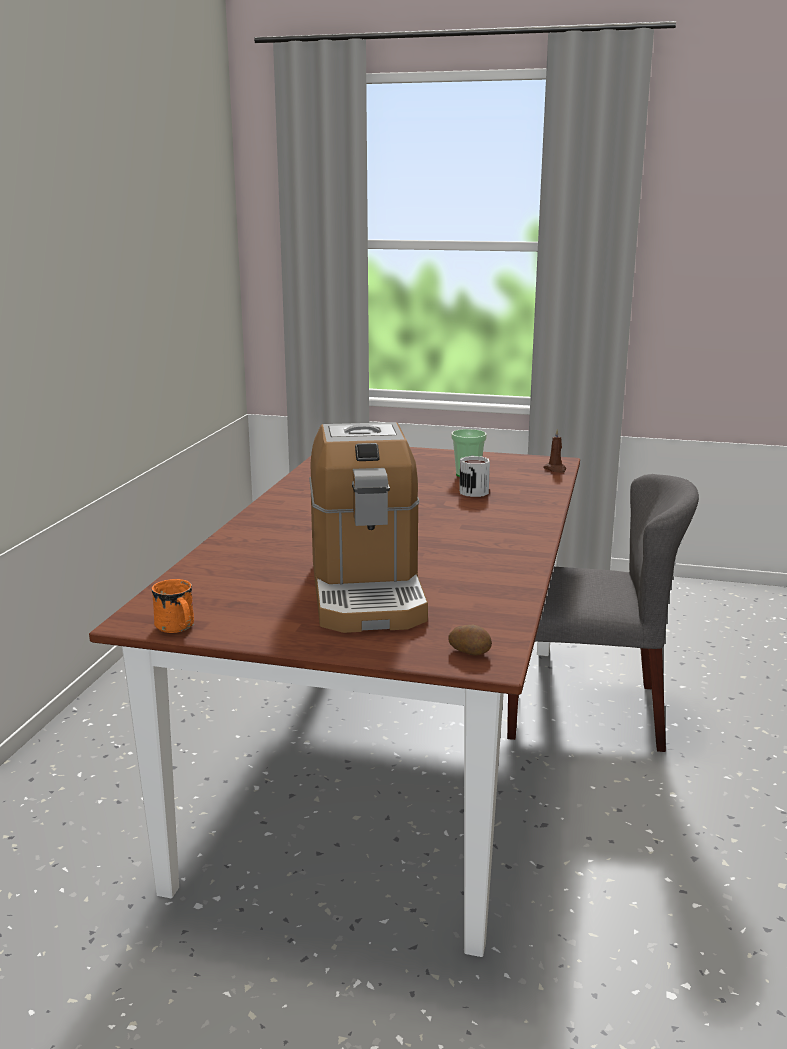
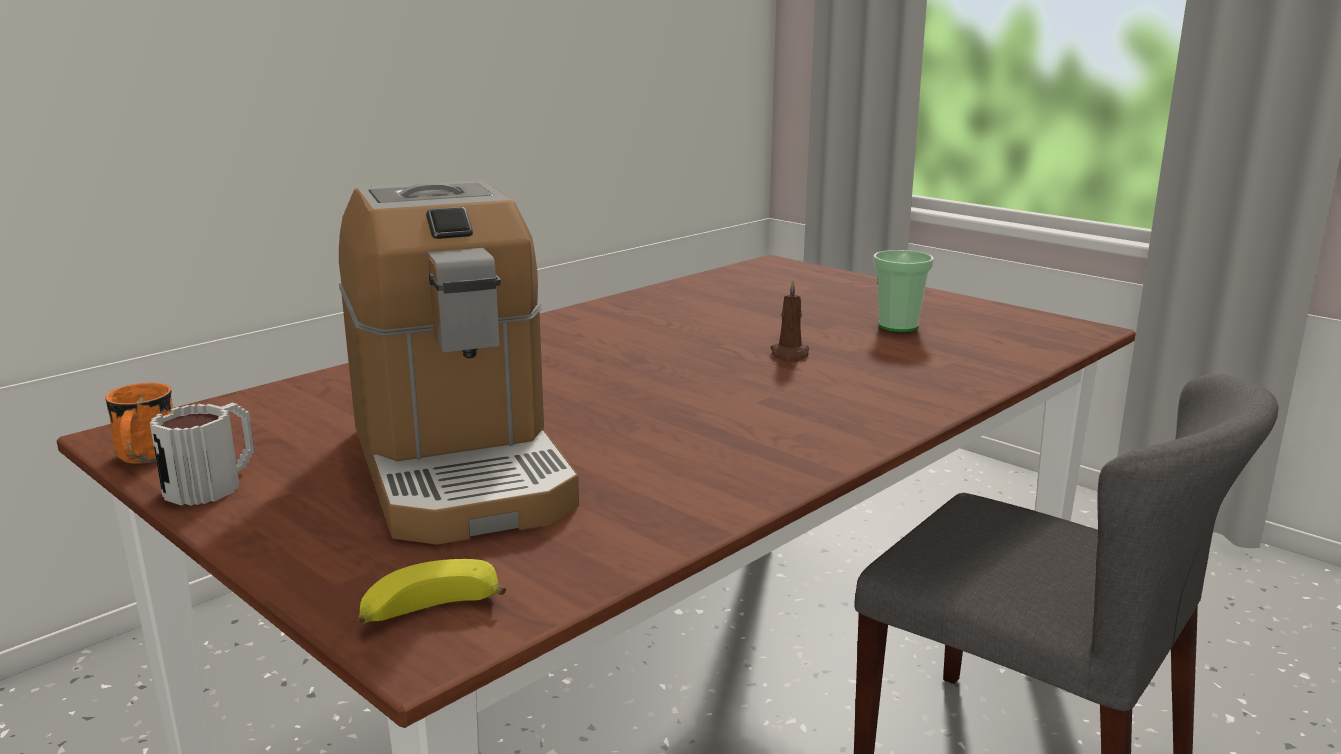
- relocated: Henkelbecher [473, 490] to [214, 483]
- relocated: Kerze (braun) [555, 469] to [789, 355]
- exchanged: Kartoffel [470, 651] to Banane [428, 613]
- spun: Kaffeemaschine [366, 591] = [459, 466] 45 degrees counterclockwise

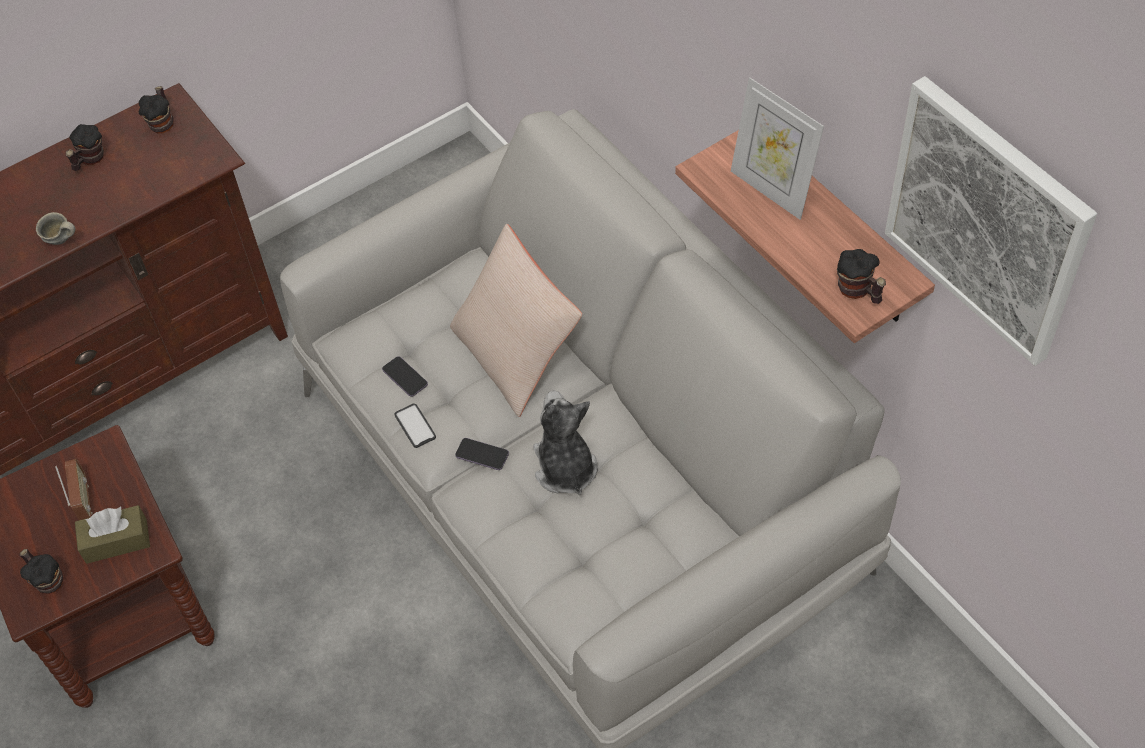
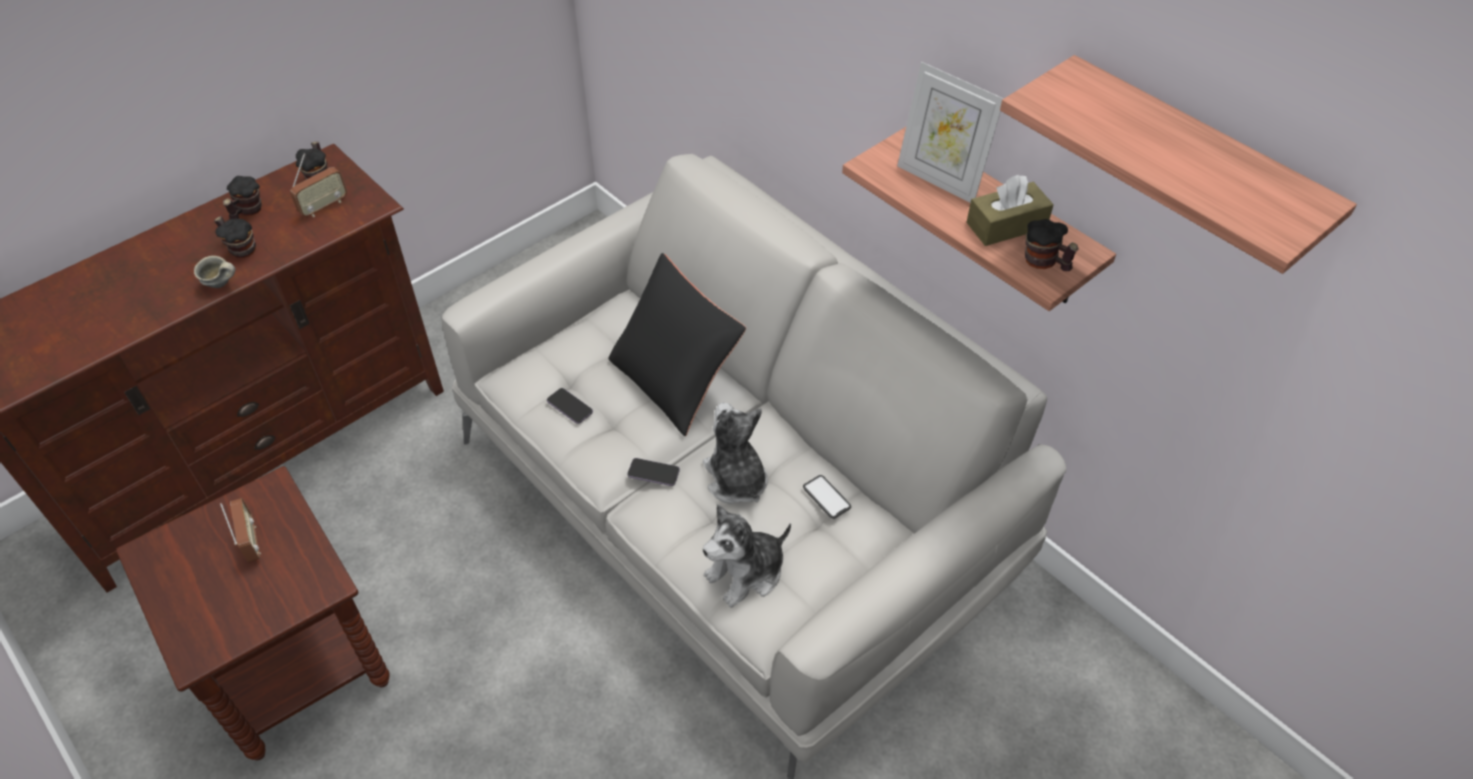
- appeared: Radio [324, 207]
- appeared: Plüschtier [746, 573]
- relocated: Henkelbecher [47, 580] to [240, 249]
- relocated: Taschentuchbox (braun) [116, 541] to [1006, 225]
- relocated: Handy [415, 426] to [826, 497]
- exchanged: Bild [987, 220] to Wandregal [1189, 167]
- colour: Kissen (beige) [517, 353] to Kissen (schwarz) [676, 379]

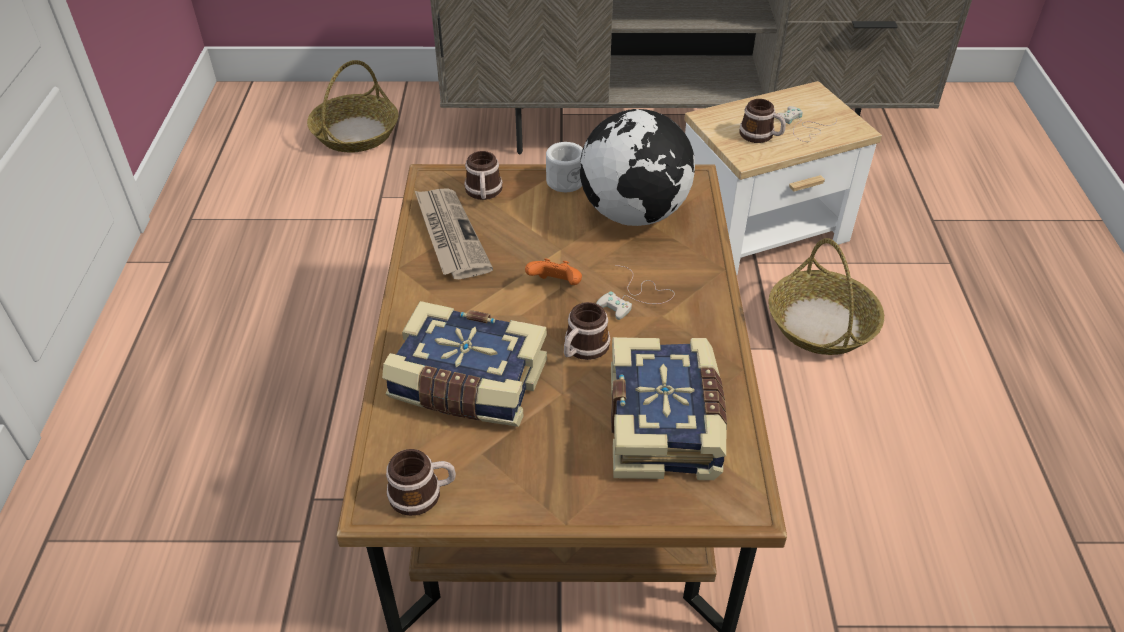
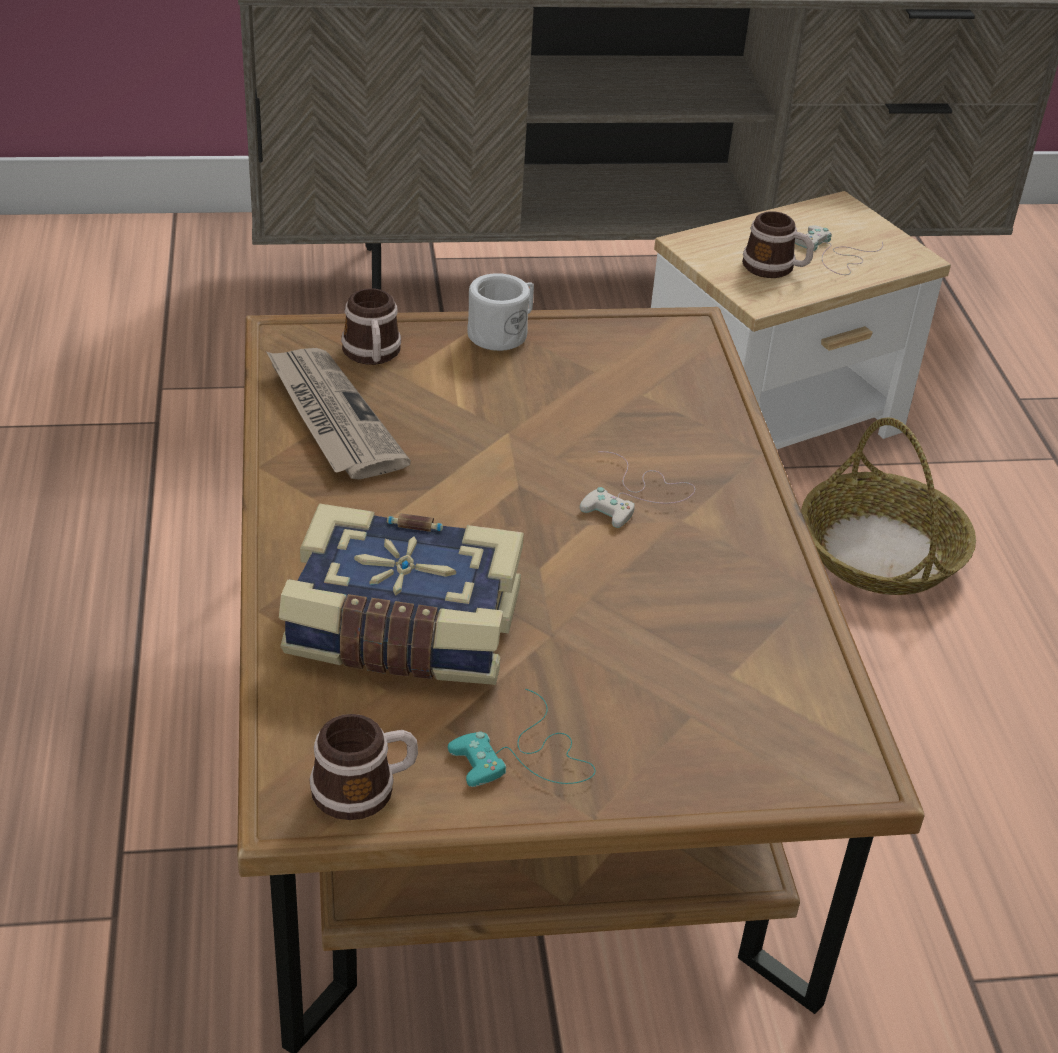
- missing: Korb [356, 133]
- missing: Gamepad (orange) [556, 285]
- missing: Henkelbecher [583, 349]
- missing: Globus [634, 214]
- missing: Buch [666, 424]
- appeared: Gamepad (türkis) [526, 757]

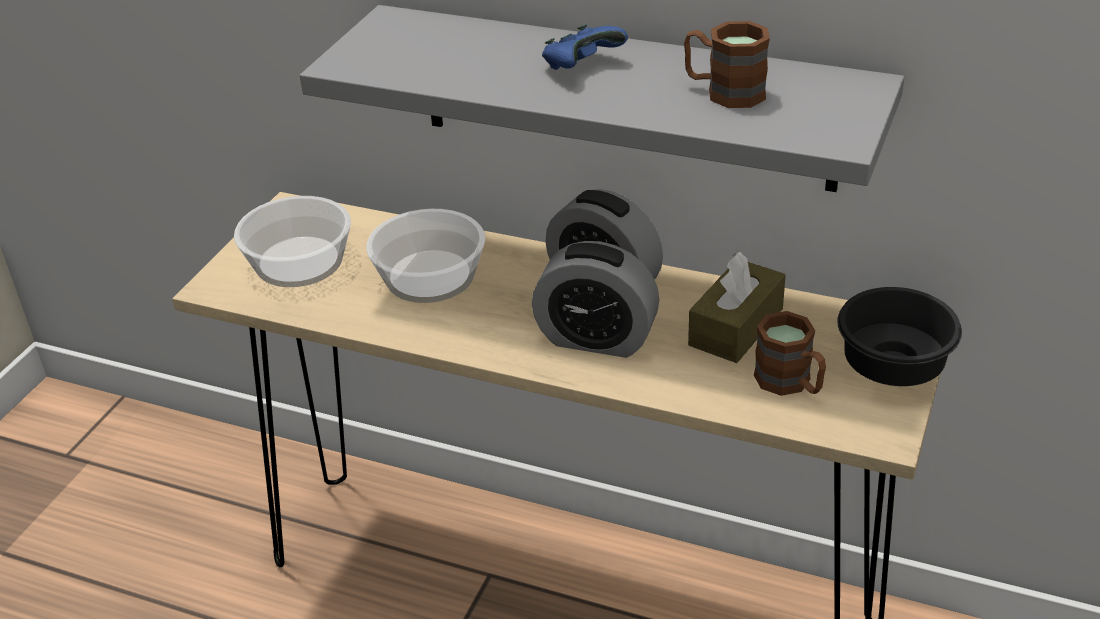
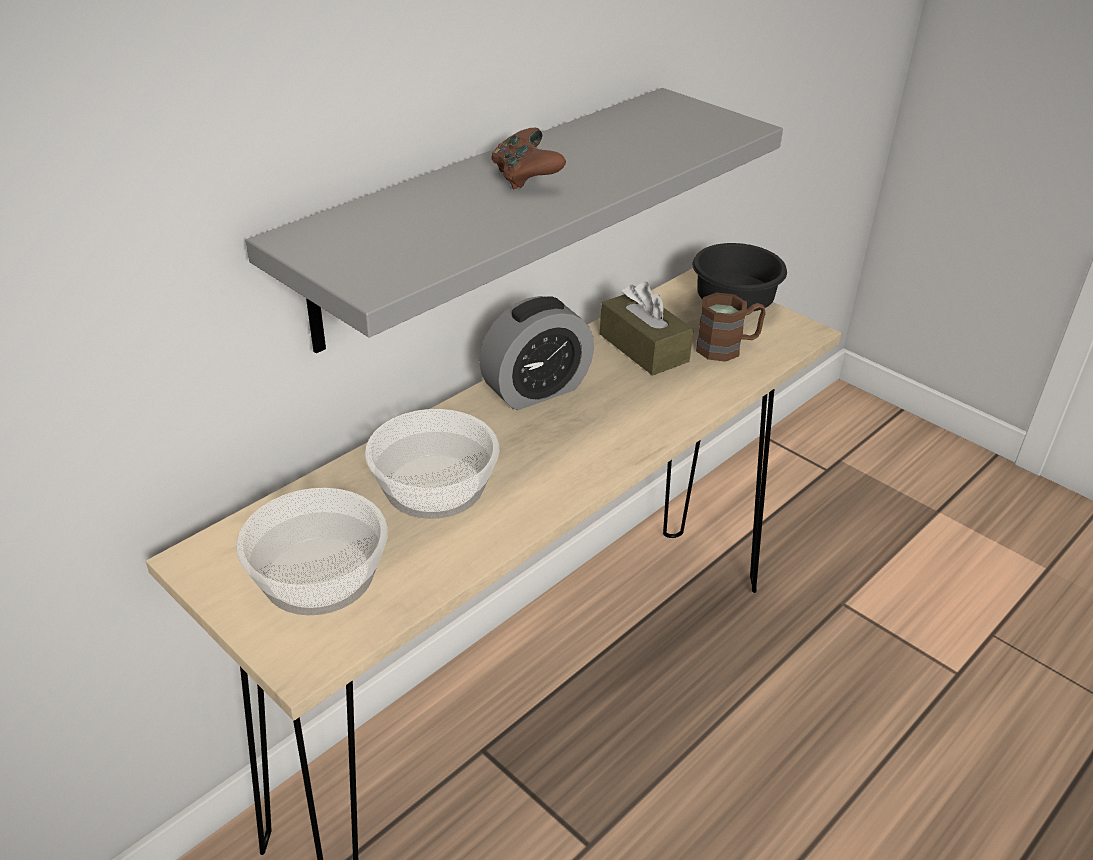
- missing: Wecker [596, 339]
- missing: Henkelbecher (braun) [724, 92]
- colour: Gamepad (blau) [582, 66] to Gamepad (braun) [525, 177]

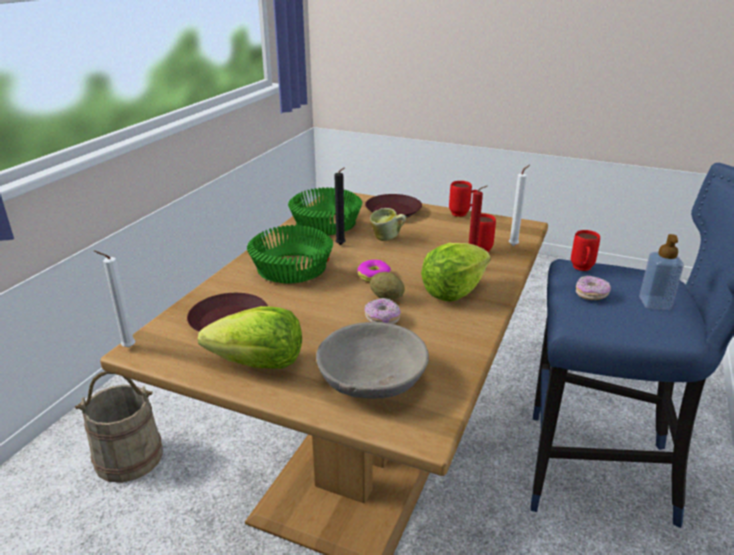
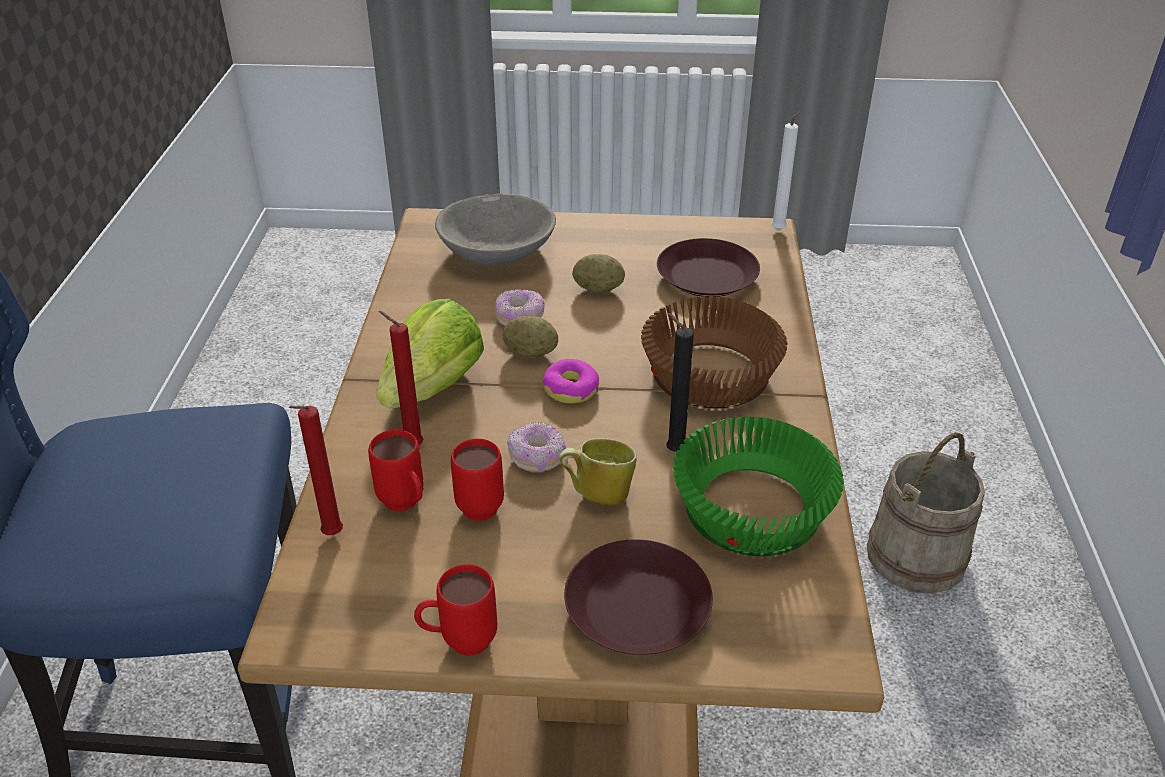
- missing: Salatkopf [258, 364]
- missing: Seifenspender [654, 303]
- appeared: Kartoffel [598, 289]
- relocated: Henkelbecher (rot) [582, 269] to [479, 501]
- relocated: Donut [591, 295] to [537, 458]
- colour: Schüssel (grün) [293, 269] to Schüssel (braun) [707, 374]
- colour: Kerze (weiß) [514, 245] to Kerze (rot) [330, 536]

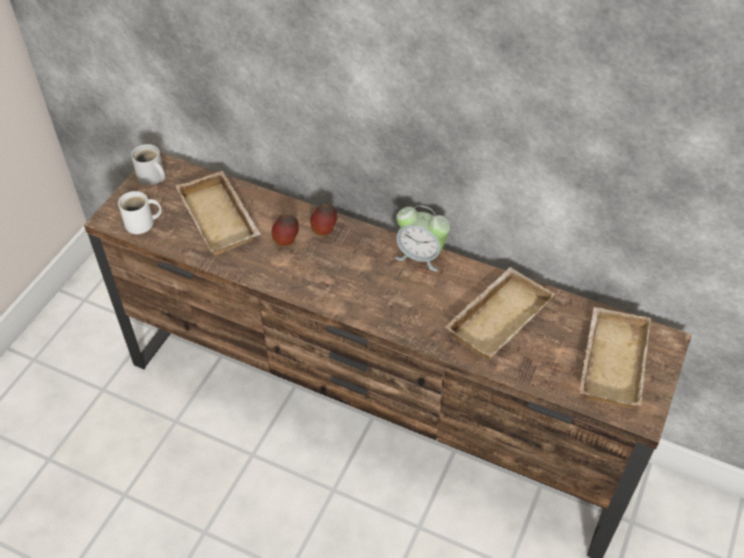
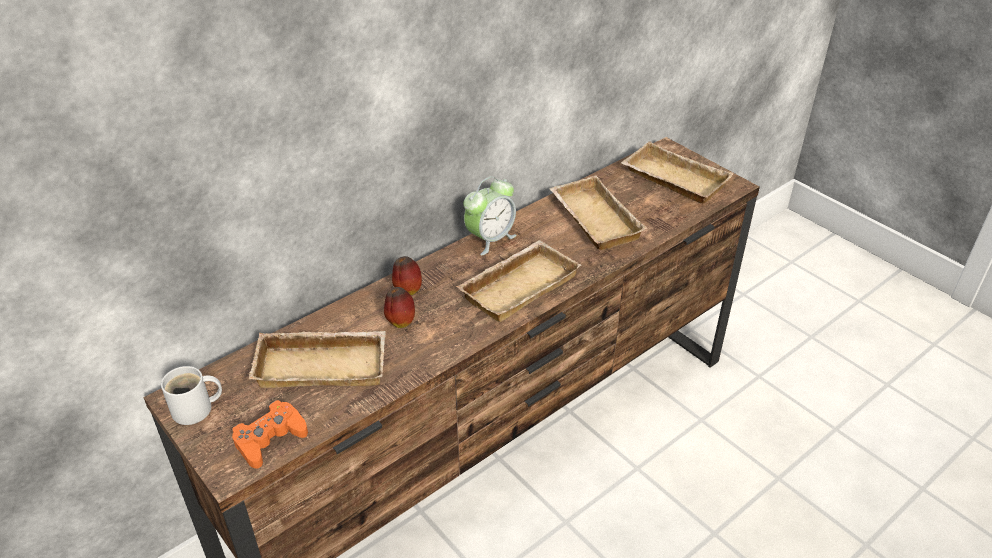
- appeared: Tablett (beige) [518, 285]
- exchanged: Henkelbecher (weiß) [142, 224] to Gamepad (orange) [270, 439]

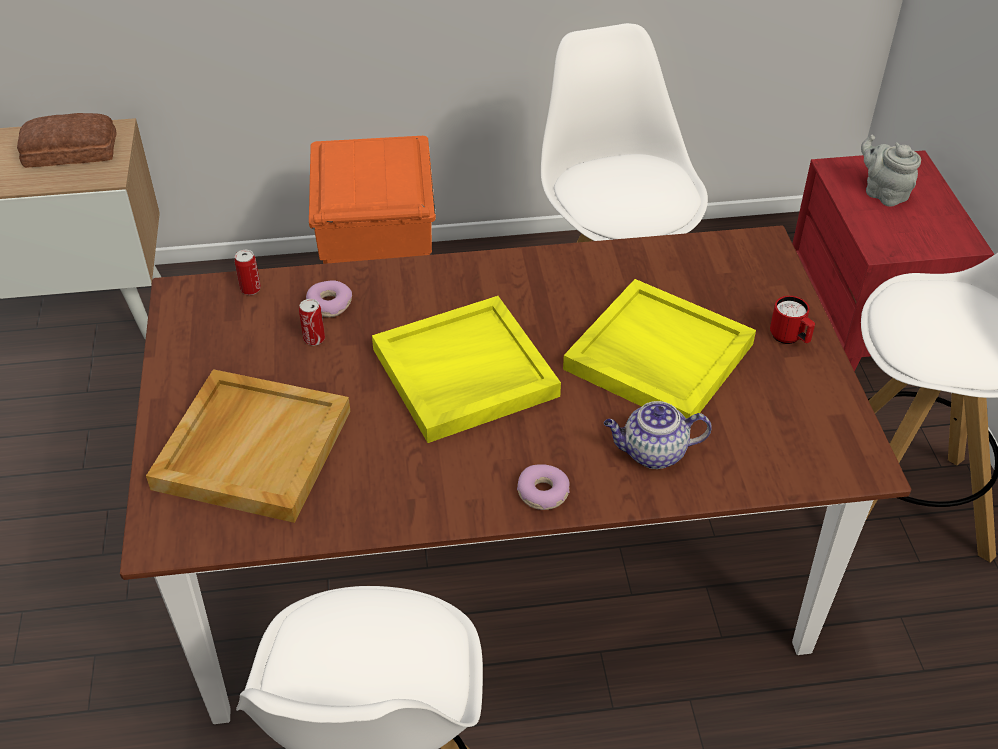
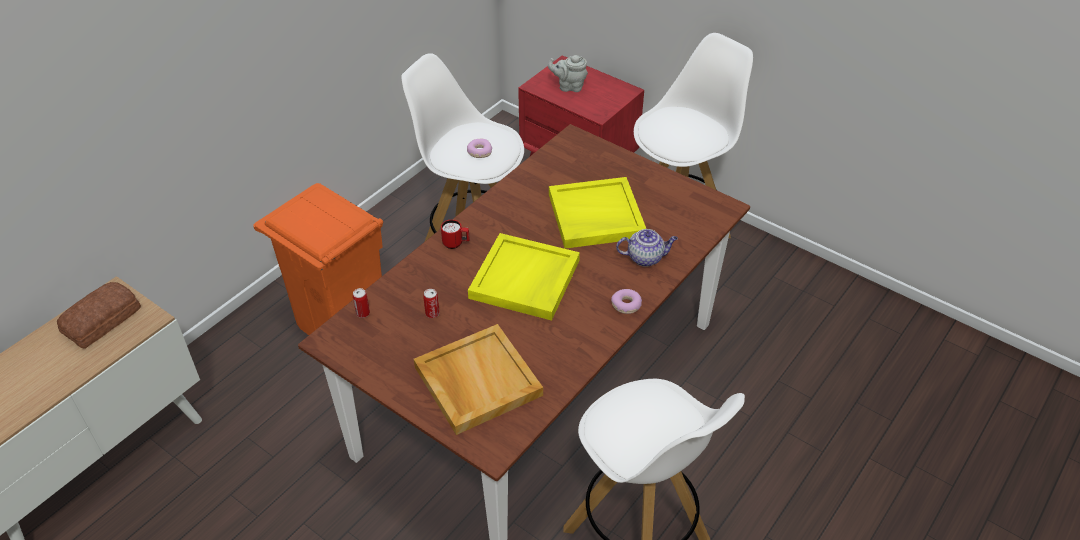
- relocated: Donut [329, 304] to [479, 152]
- relocated: Henkelbecher (rot) [789, 338] to [456, 244]
- spun: Teekanne [652, 453] = [646, 257] 135 degrees counterclockwise

